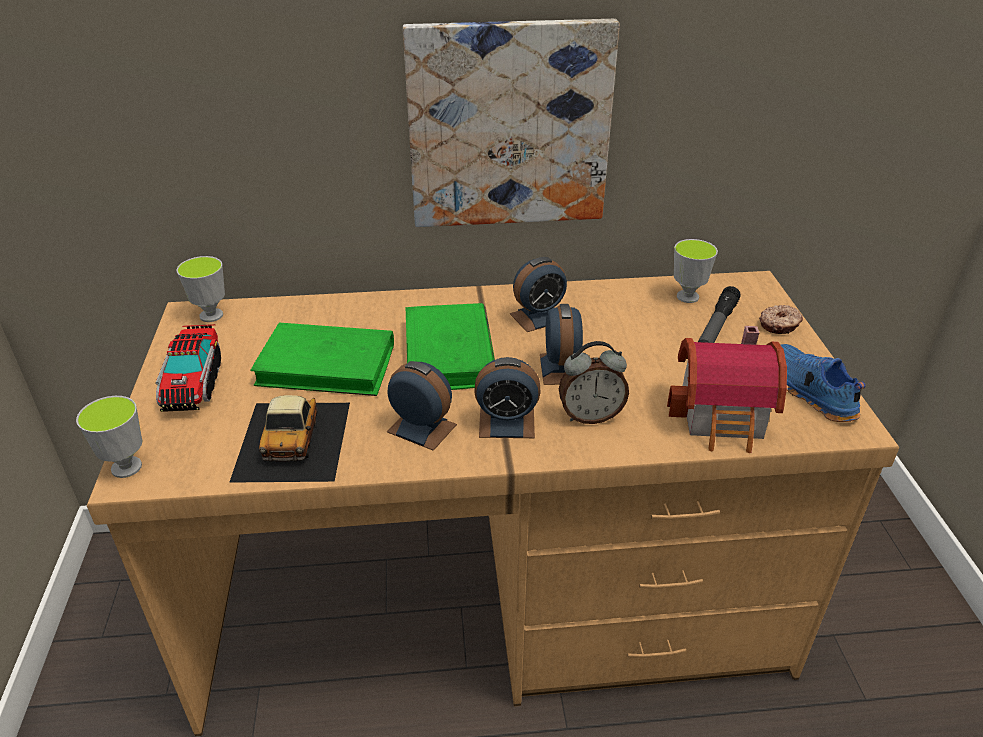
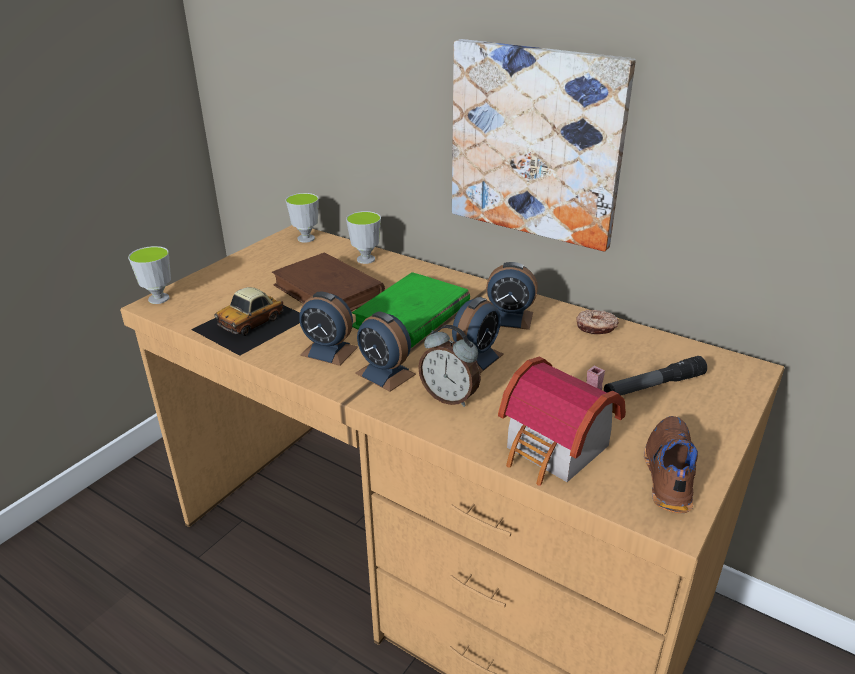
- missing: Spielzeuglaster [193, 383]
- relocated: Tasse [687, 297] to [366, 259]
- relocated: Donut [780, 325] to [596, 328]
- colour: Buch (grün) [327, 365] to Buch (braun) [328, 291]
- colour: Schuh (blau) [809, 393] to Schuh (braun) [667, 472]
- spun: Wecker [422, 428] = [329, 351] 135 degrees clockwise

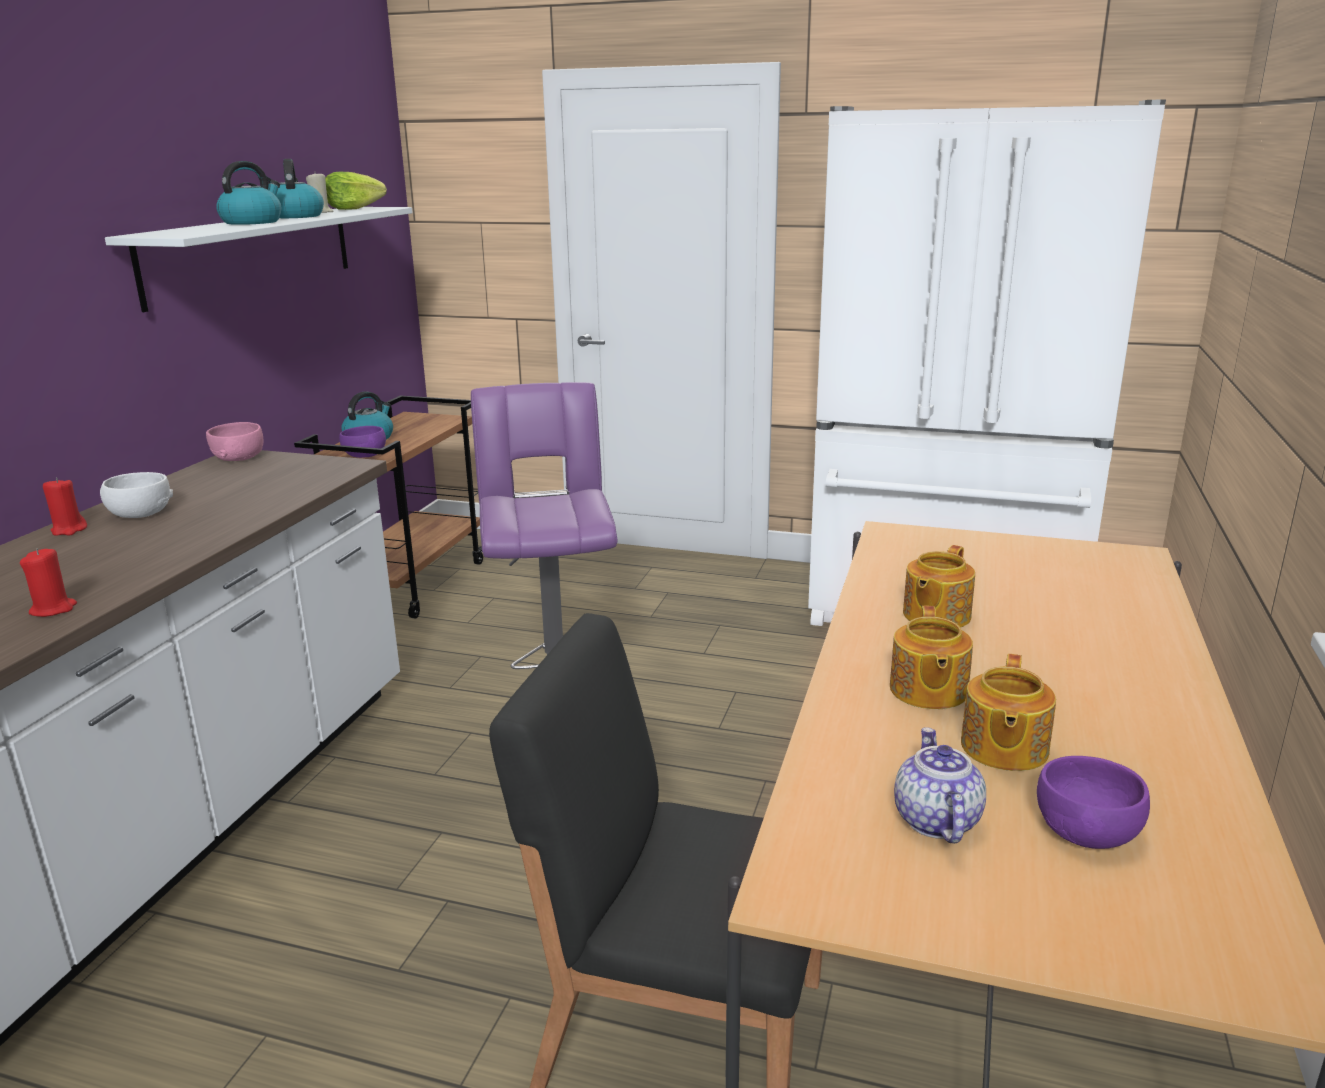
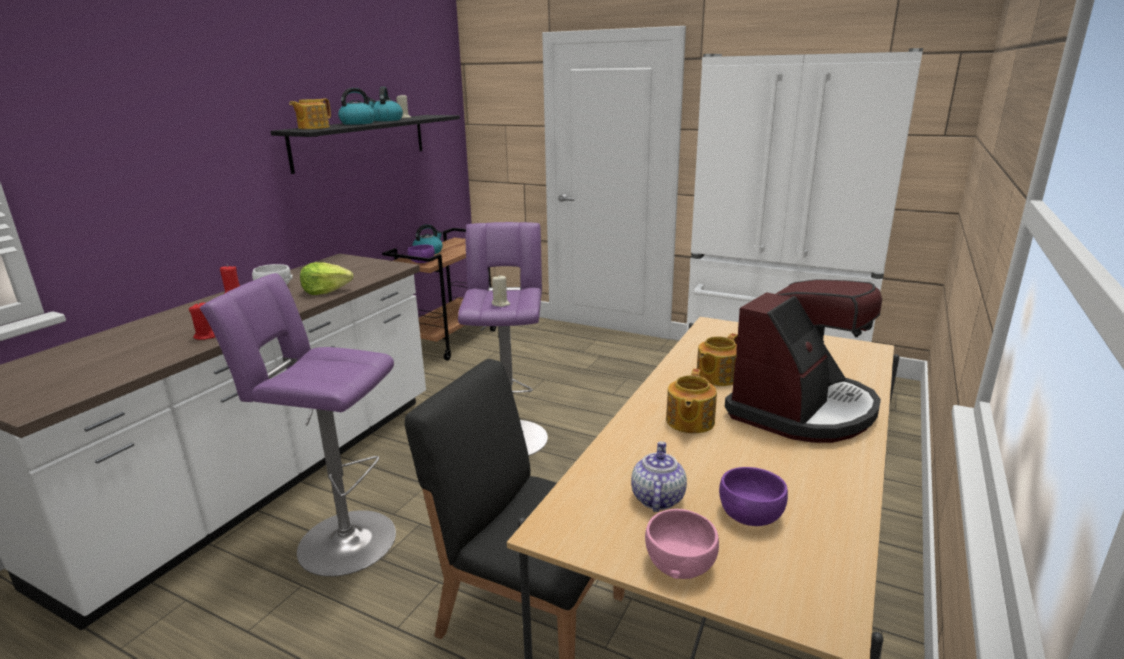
- appeared: Hocker (lila) [340, 540]
- appeared: Kerze (beige) [500, 304]
- appeared: Kaffeemaschine [802, 409]
- relocated: Schüssel (rosa) [238, 457] to [679, 563]
- relocated: Salatkopf [353, 209] to [326, 291]
- relocated: Teekanne [1002, 748] to [313, 128]
- colour: Wandregal (weiß) [252, 253] to Wandregal (schwarz) [361, 141]

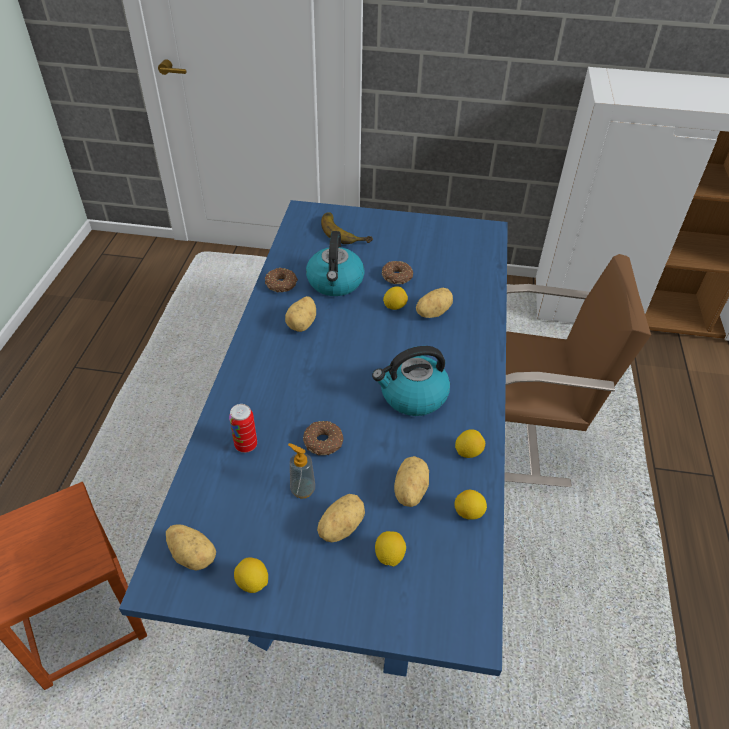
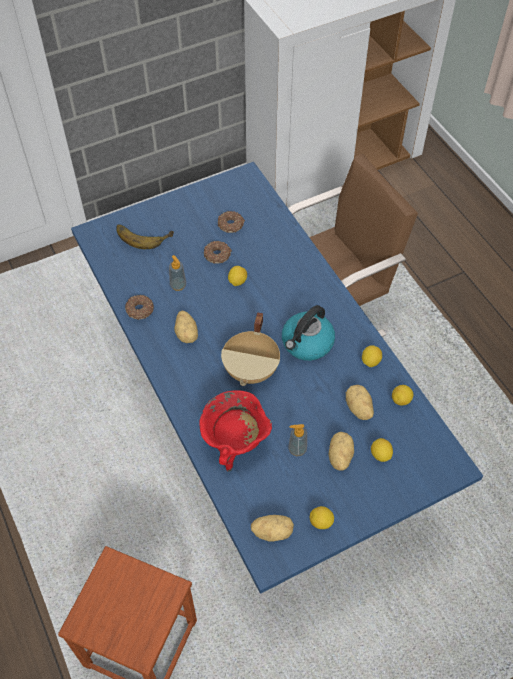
- missing: Kartoffel [432, 312]
- appeared: Kochtopf (beige) [252, 370]
- relocated: Donut [324, 443] to [231, 225]
- exchanged: Dose [246, 445] to Kochtopf (rot) [235, 444]
- exchanged: Wasserkessel [335, 283] to Seifenspender [178, 285]

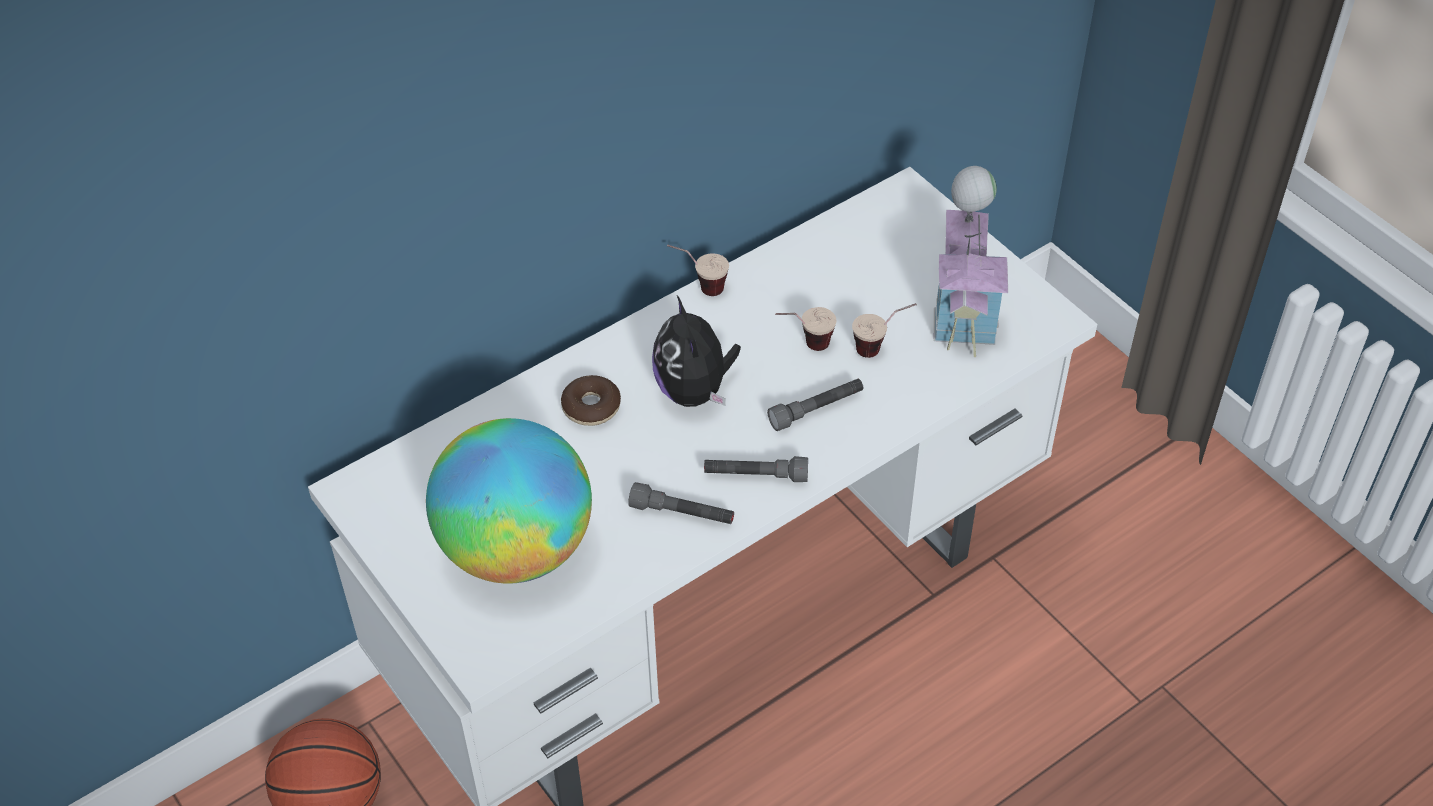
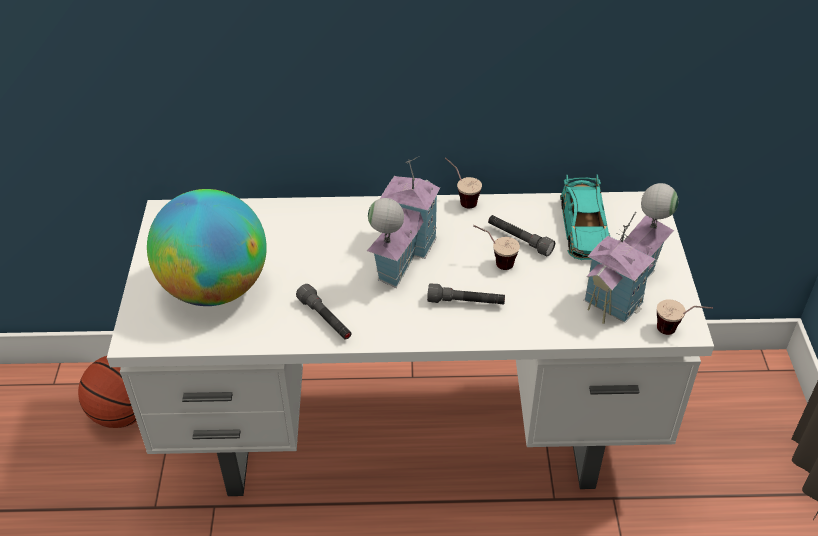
- missing: Donut [591, 407]
- appeared: Spielzeugauto (türkis) [584, 228]
- relocated: Taschenlampe (grau) [755, 476] to [519, 240]
- relocated: Tasse [881, 347] to [677, 331]
- exchanged: Plüschtier [695, 391] to Spielzeughaus [401, 254]

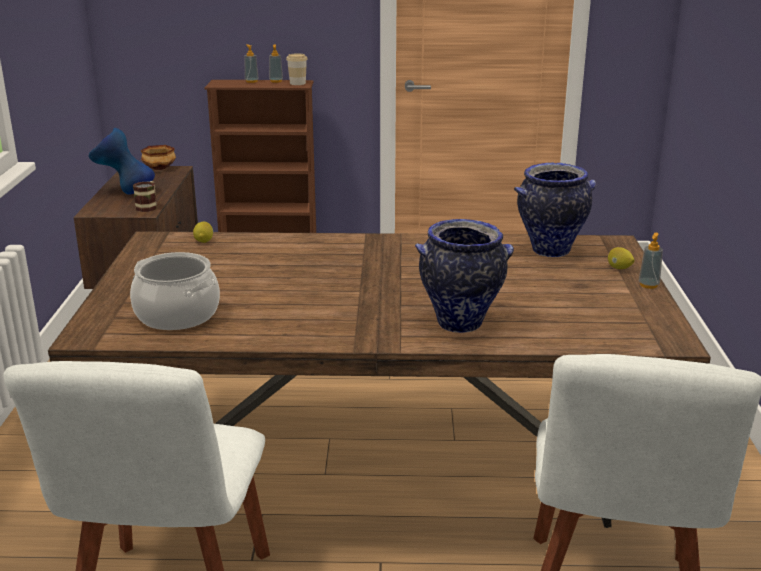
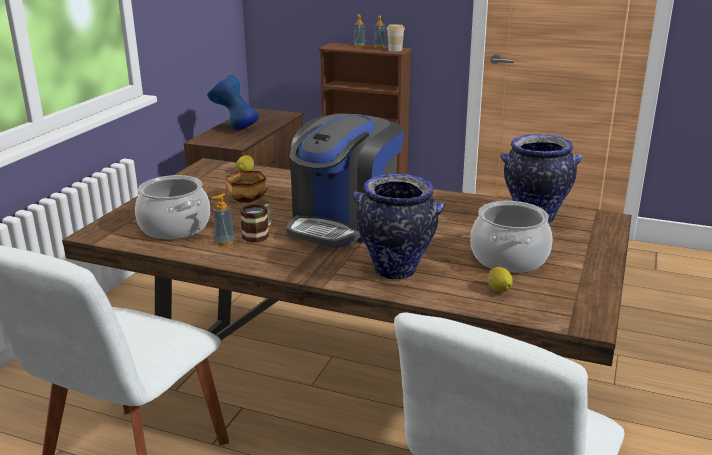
- appeared: Kaffeemaschine [344, 223]
- appeared: Kochtopf [508, 258]
- relocated: Henkelbecher [148, 206] to [259, 234]
- relocated: Schüssel [159, 168] to [247, 200]
- relocated: Zitrone [619, 268] to [499, 290]
- relocated: Seifenspender [648, 285] to [224, 242]

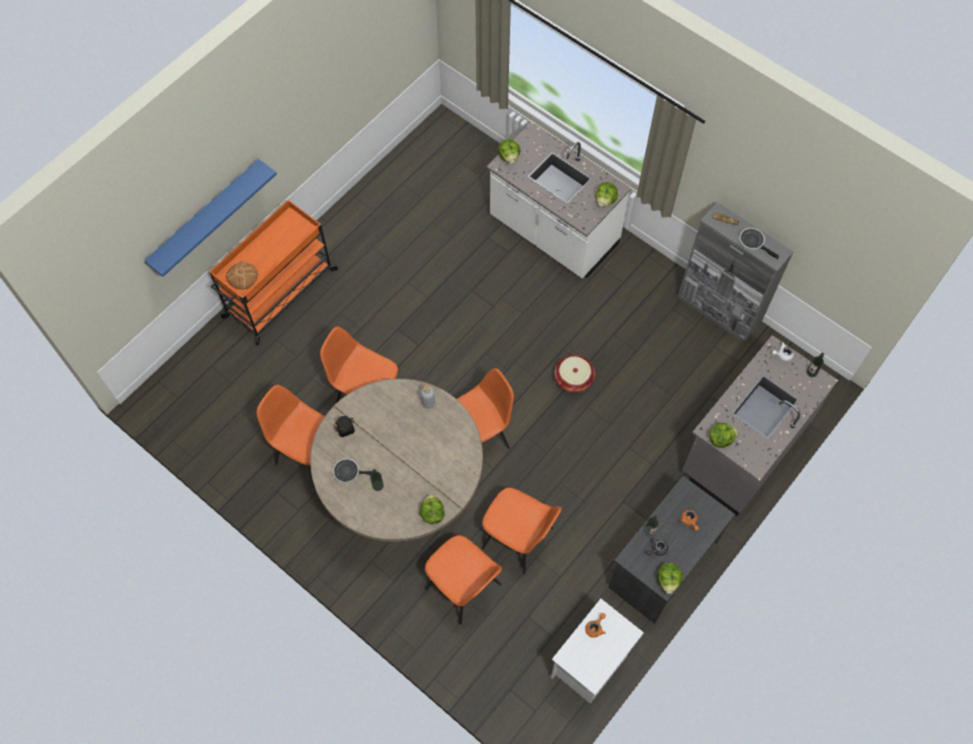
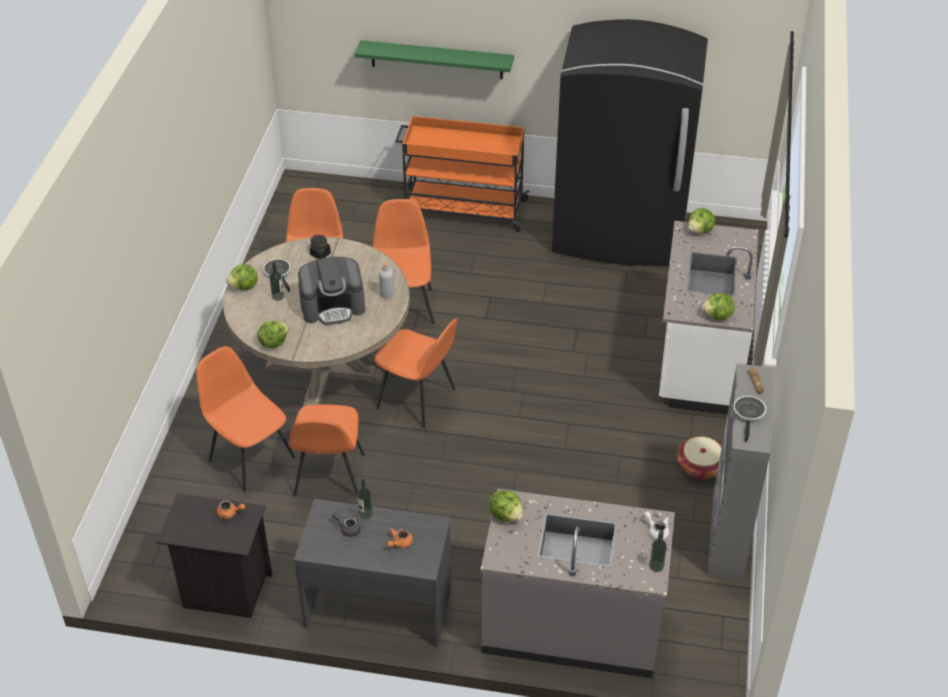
- missing: Brot [242, 276]
- appeared: Kaffeemaschine [333, 306]
- appeared: Kühlschrank (schwarz) [619, 235]
- relocated: Korb [573, 379] to [700, 466]
- relocated: Salatkopf [668, 580] to [244, 287]
- colour: Wandregal (blau) [205, 216] to Wandregal (grün) [436, 59]
- colour: Nachttisch (weiß) [590, 666] to Nachttisch (schwarz) [224, 591]
- spun: Stuhl (orange) [464, 588] = [250, 457] 120 degrees clockwise

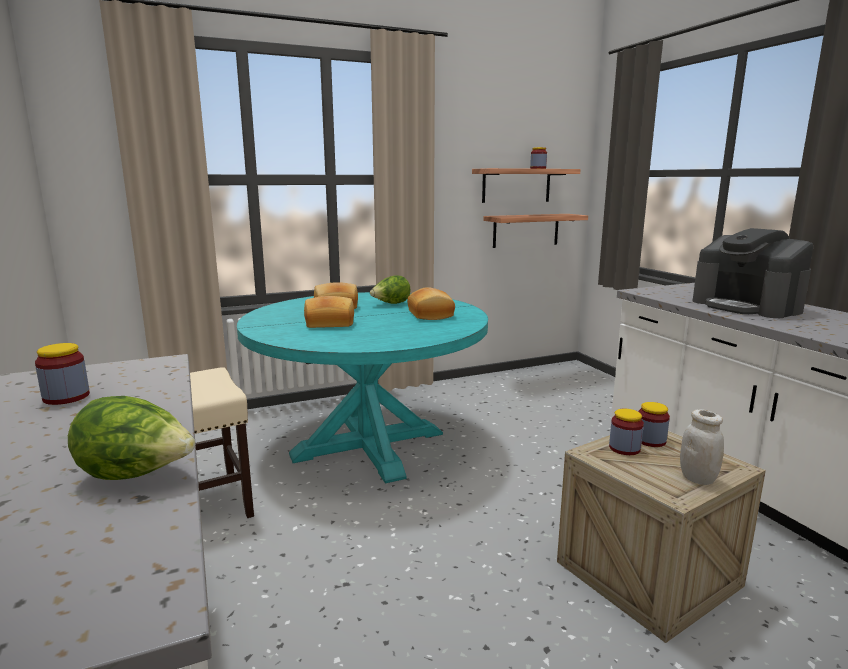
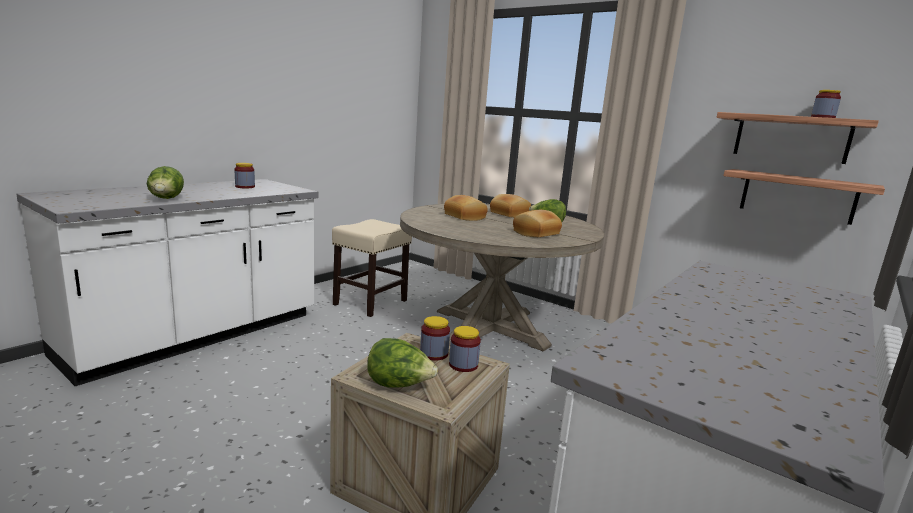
- missing: Kaffeemaschine [746, 306]
- exchanged: Vorratsglas (weiß) [697, 478] to Salatkopf [399, 385]
- colour: Esstisch (türkis) [369, 444] to Esstisch (beige) [490, 328]

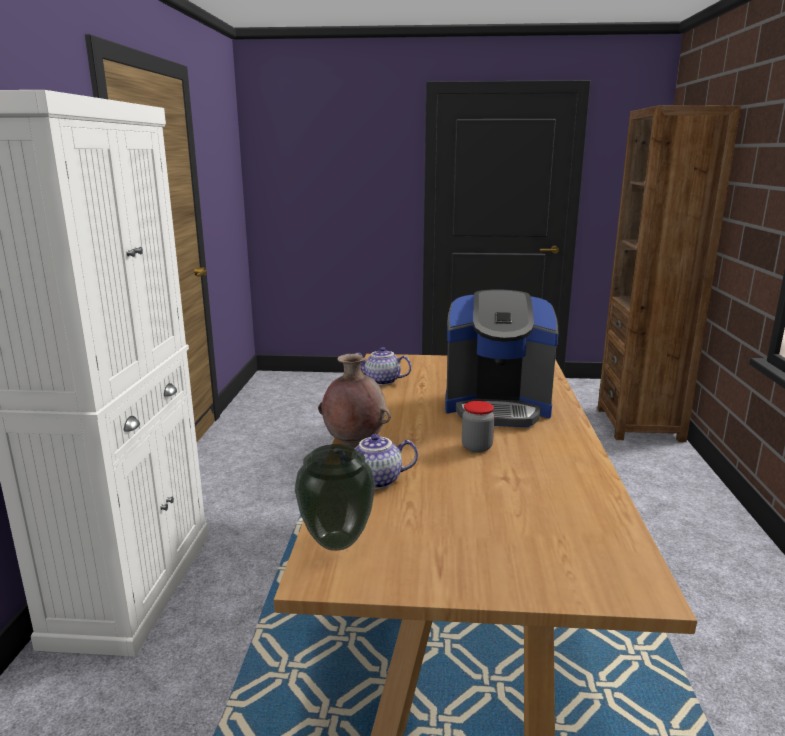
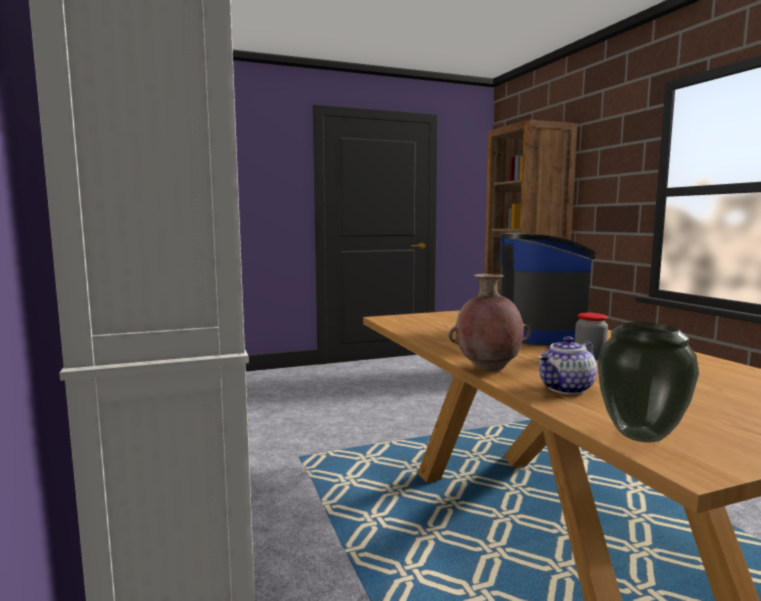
- missing: Teekanne [382, 381]
- spun: Kaffeemaschine [497, 407] = [545, 334] 75 degrees counterclockwise

